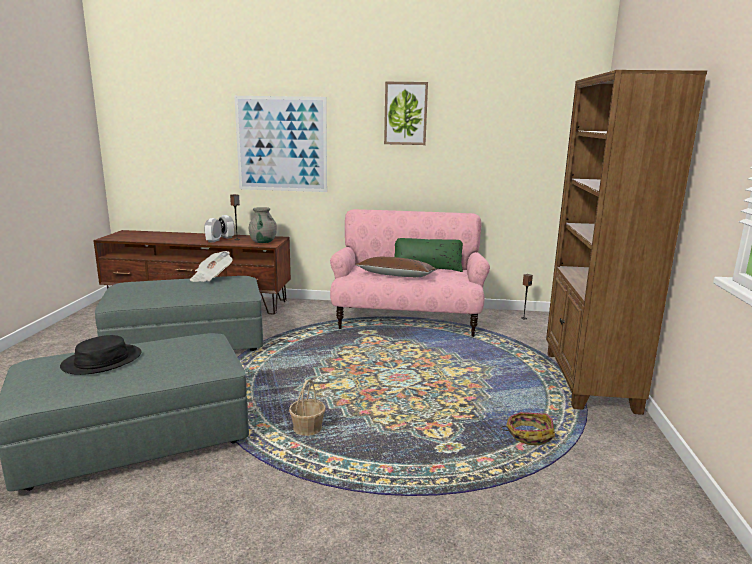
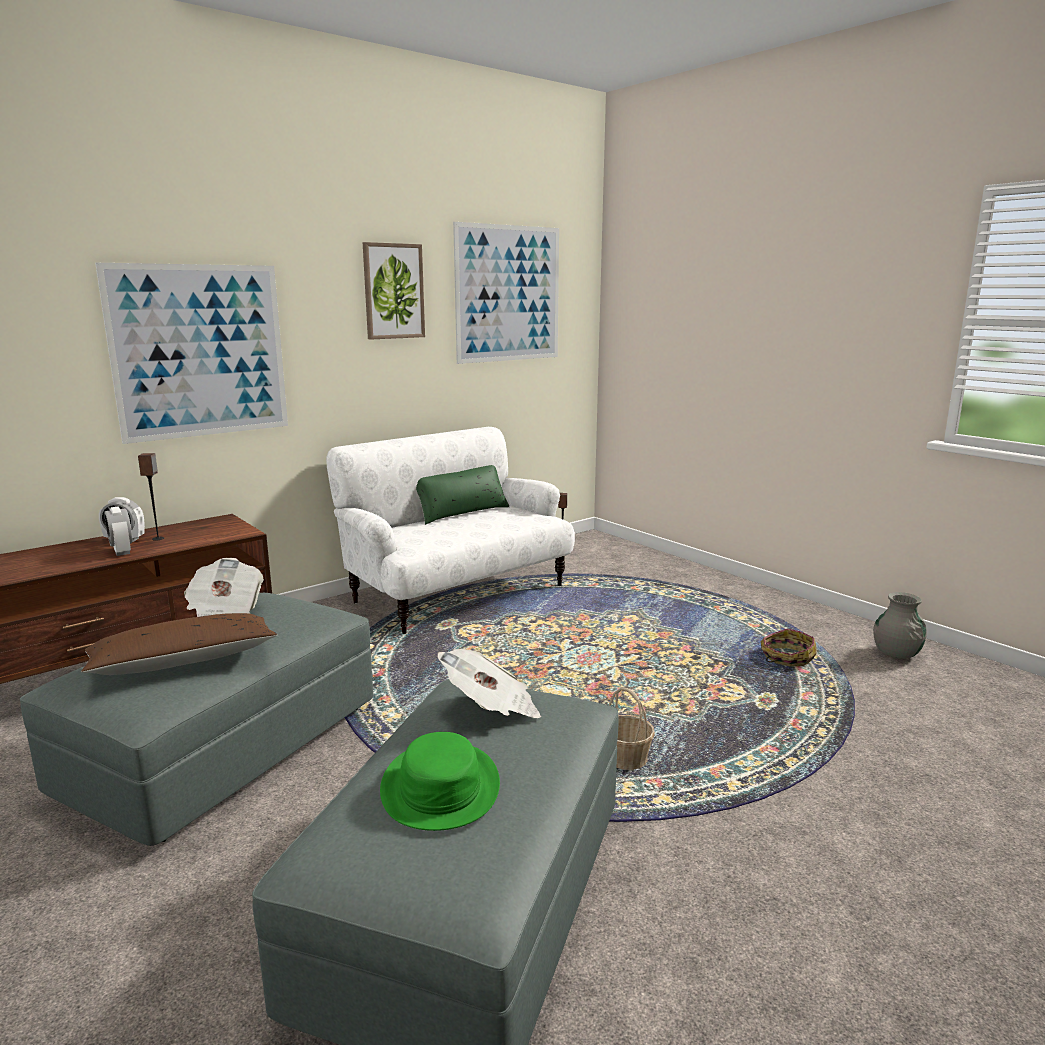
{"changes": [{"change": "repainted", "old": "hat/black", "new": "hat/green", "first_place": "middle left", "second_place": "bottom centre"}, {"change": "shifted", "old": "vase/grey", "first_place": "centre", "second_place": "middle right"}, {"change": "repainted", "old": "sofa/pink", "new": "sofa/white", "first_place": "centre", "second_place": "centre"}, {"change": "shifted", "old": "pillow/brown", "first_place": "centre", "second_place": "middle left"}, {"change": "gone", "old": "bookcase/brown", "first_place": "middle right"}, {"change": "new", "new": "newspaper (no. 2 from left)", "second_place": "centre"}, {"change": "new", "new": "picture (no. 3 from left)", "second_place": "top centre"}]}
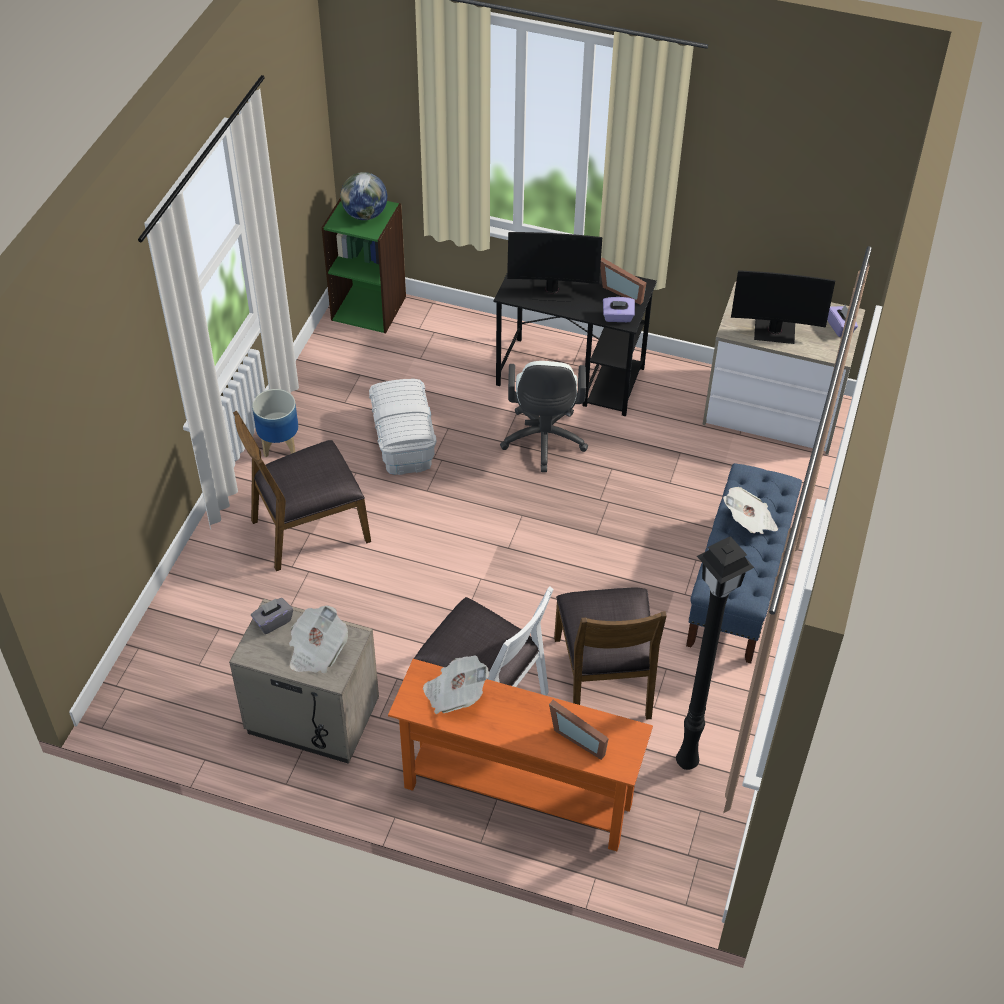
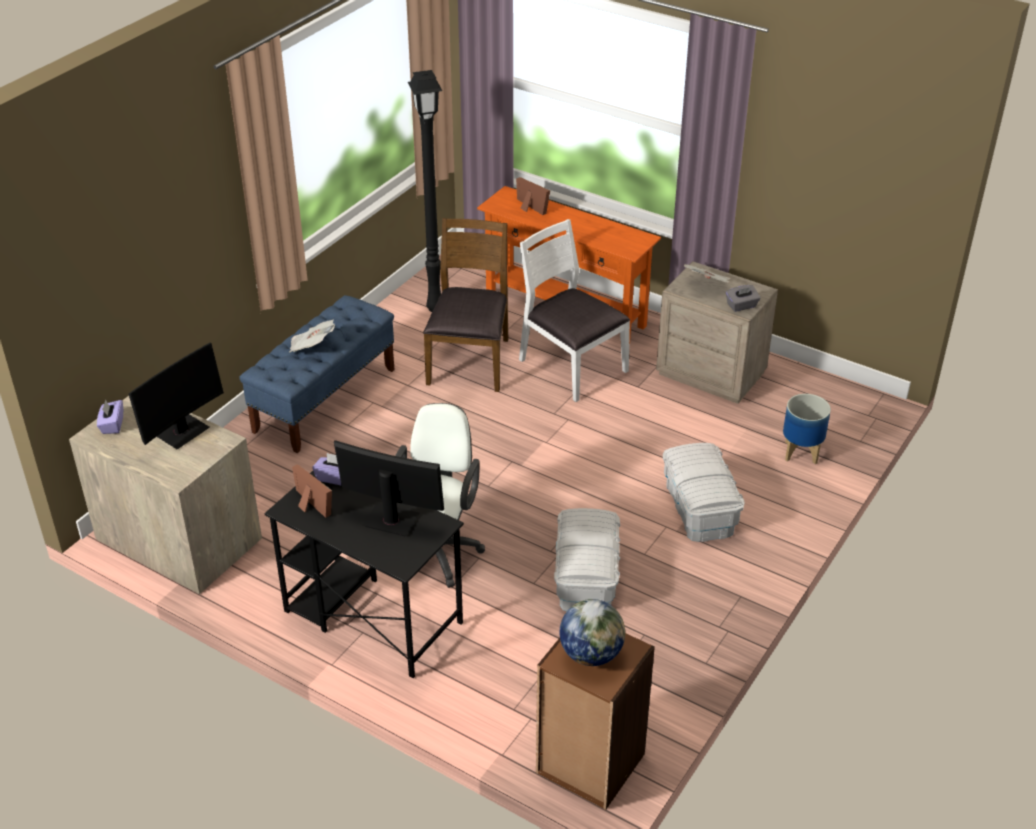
{"changes": [{"change": "swapped", "old": "chair/brown (no. 1 from left)", "new": "storage box/white (no. 2 from left)", "first_place": "middle left", "second_place": "middle right"}, {"change": "shifted", "old": "planter", "first_place": "middle left", "second_place": "middle right"}, {"change": "repainted", "old": "bookcase/green", "new": "bookcase/brown", "first_place": "top centre", "second_place": "bottom centre"}, {"change": "gone", "old": "newspaper (no. 2 from left)", "first_place": "bottom centre"}, {"change": "rotated", "old": "monitor (no. 2 from left in the first image)", "first_place": "top right", "second_place": "middle left", "degrees": 105}]}
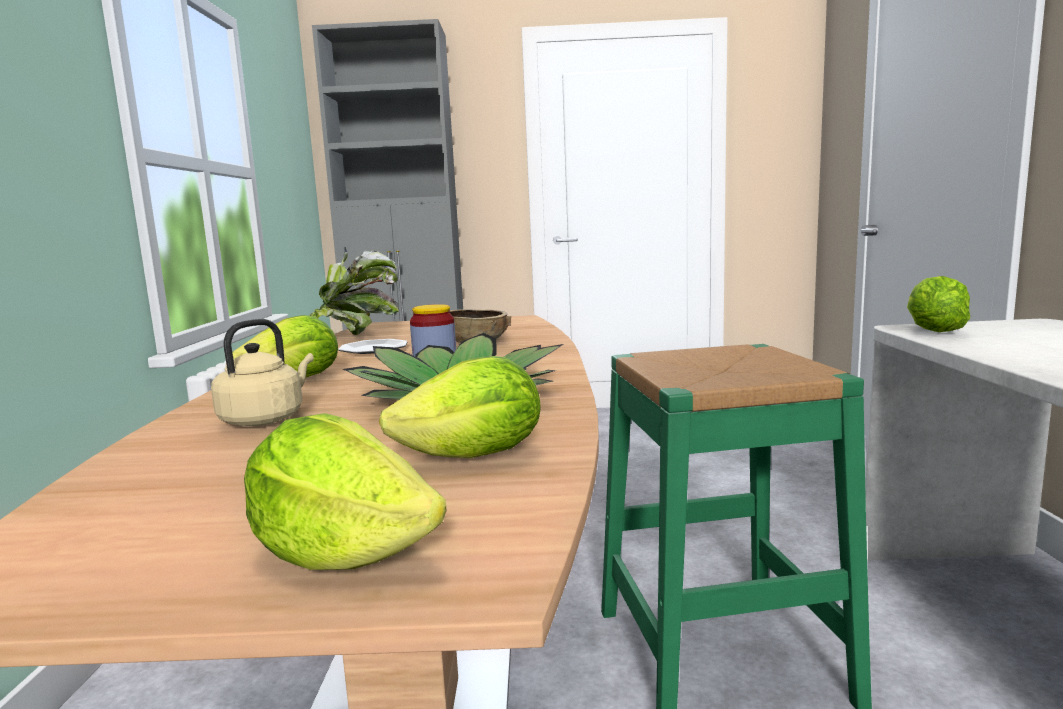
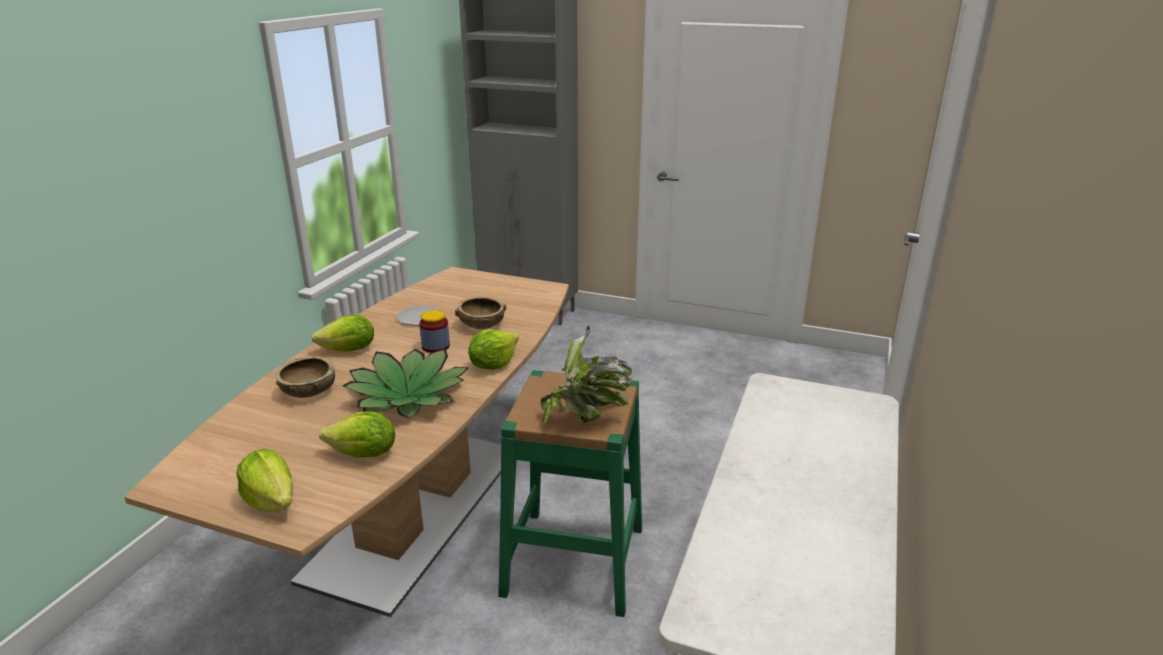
{"changes": [{"change": "swapped", "old": "kettle/beige", "new": "bowl/brown (no. 1 from left)", "first_place": "middle left", "second_place": "middle left"}, {"change": "shifted", "old": "potted plant (no. 1 from left in the first image)", "new": "potted plant (no. 2 from left)", "first_place": "middle left", "second_place": "centre"}, {"change": "shifted", "old": "lettuce (no. 4 from left)", "first_place": "middle right", "second_place": "centre"}]}
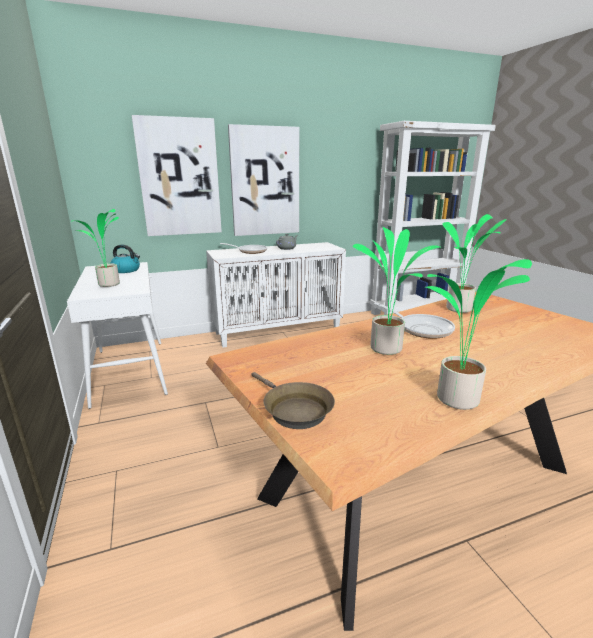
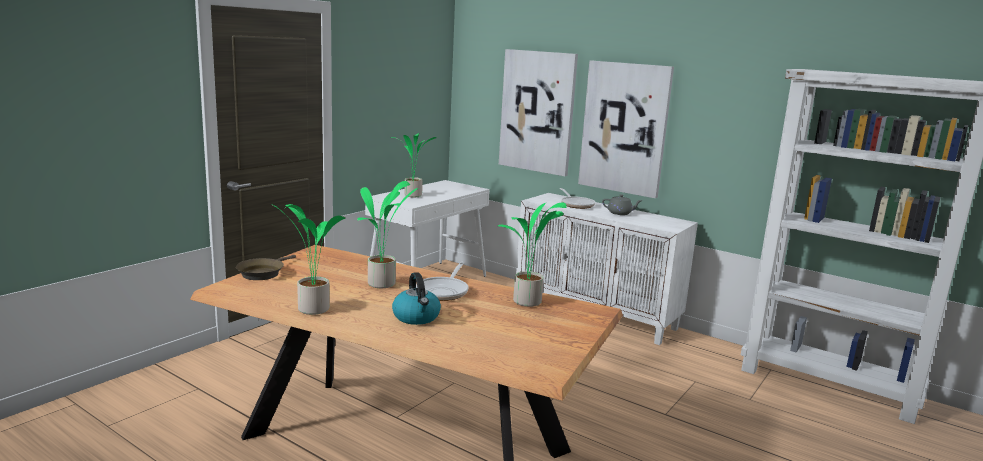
{"changes": [{"change": "shifted", "old": "kettle", "first_place": "middle left", "second_place": "centre"}]}
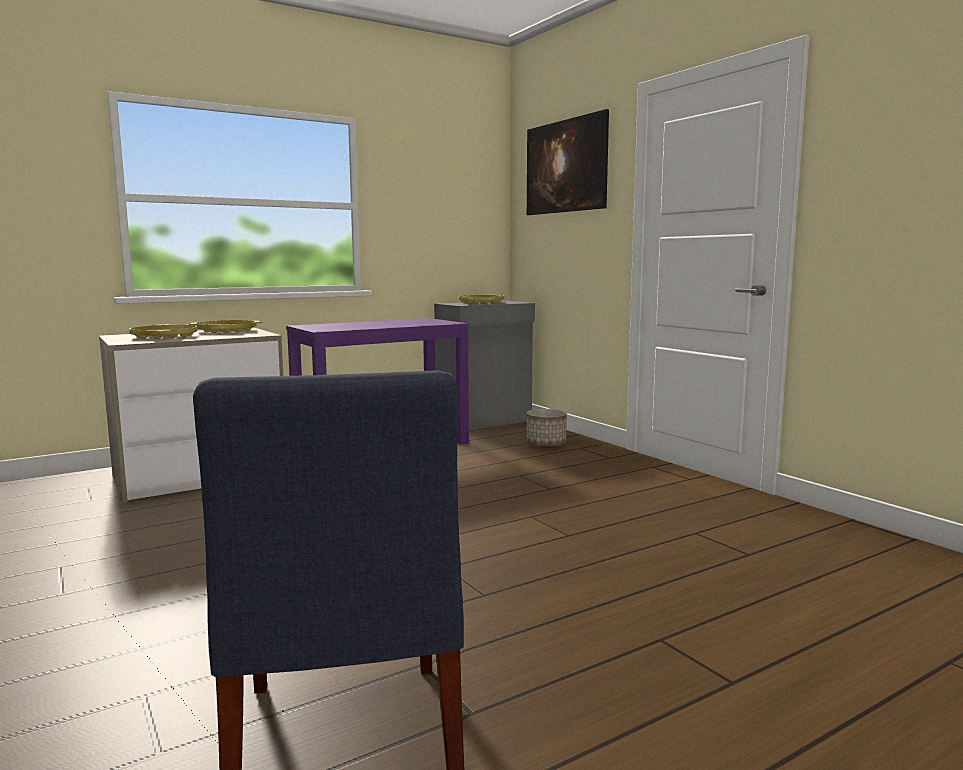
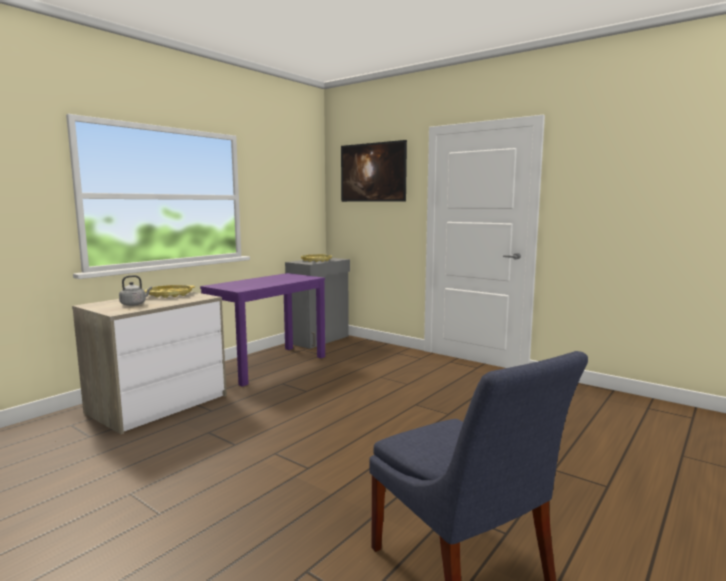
{"changes": [{"change": "swapped", "old": "tray/yellow (no. 1 from left)", "new": "kettle/grey", "first_place": "middle left", "second_place": "middle left"}, {"change": "gone", "old": "planter", "first_place": "centre"}]}
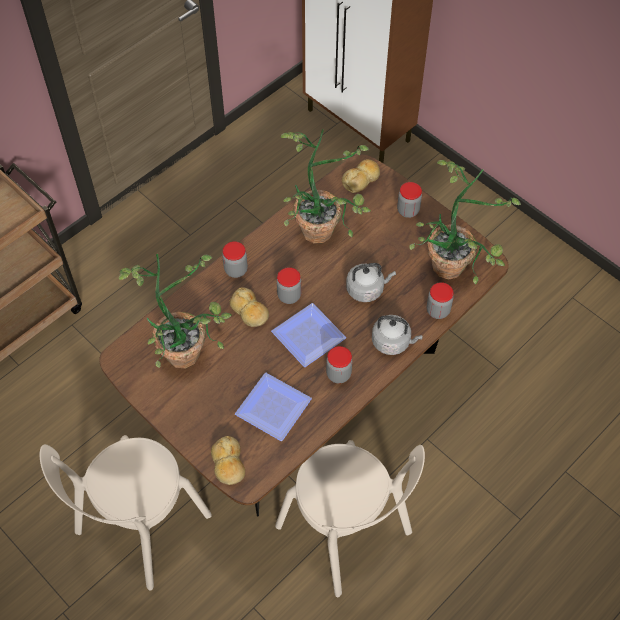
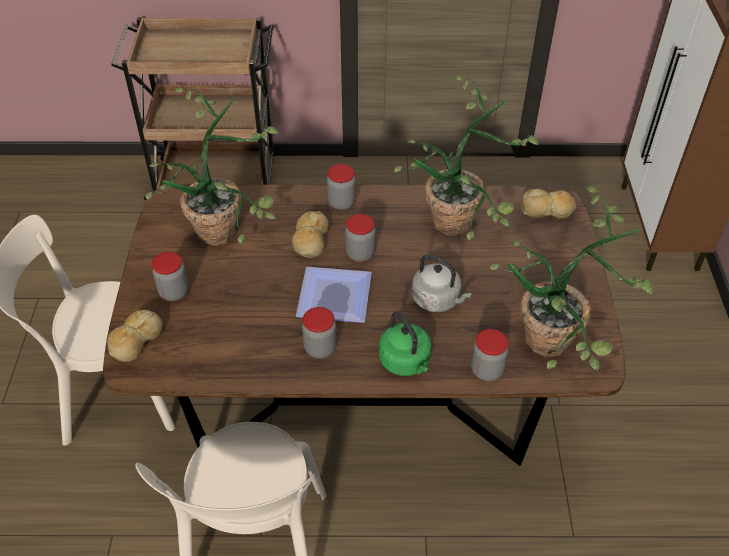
{"changes": [{"change": "gone", "old": "plate (no. 1 from left)", "first_place": "centre"}, {"change": "repainted", "old": "kettle/grey (no. 2 from left)", "new": "kettle/green", "first_place": "centre", "second_place": "centre"}, {"change": "shifted", "old": "jar (no. 4 from left in the first image)", "new": "jar (no. 1 from left)", "first_place": "top centre", "second_place": "middle left"}]}
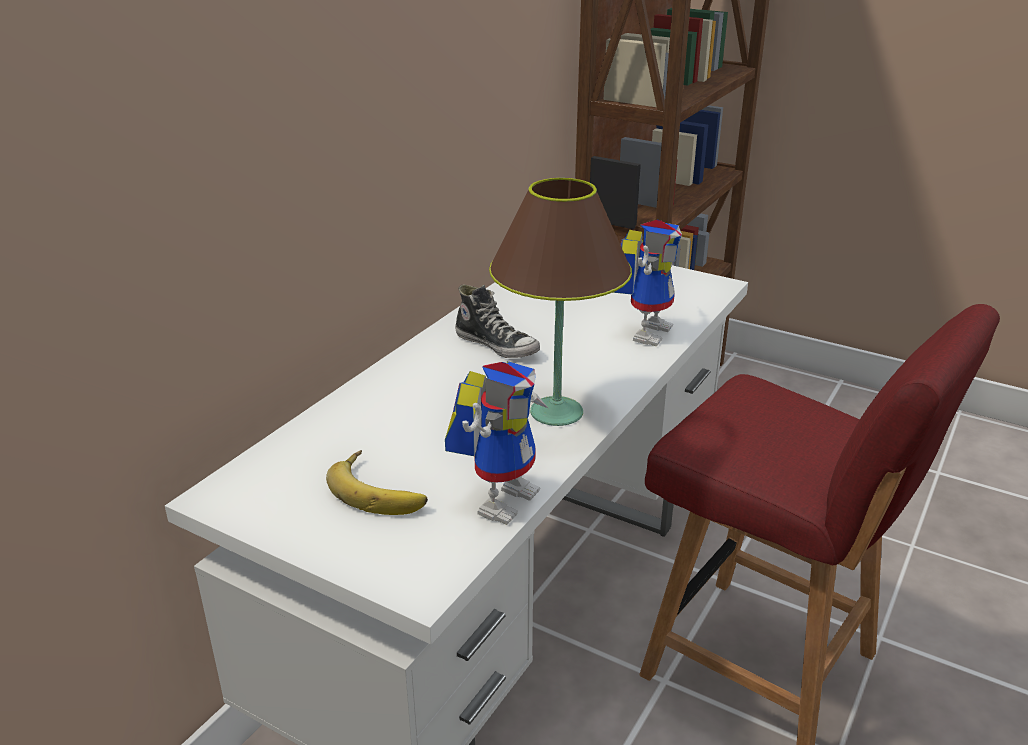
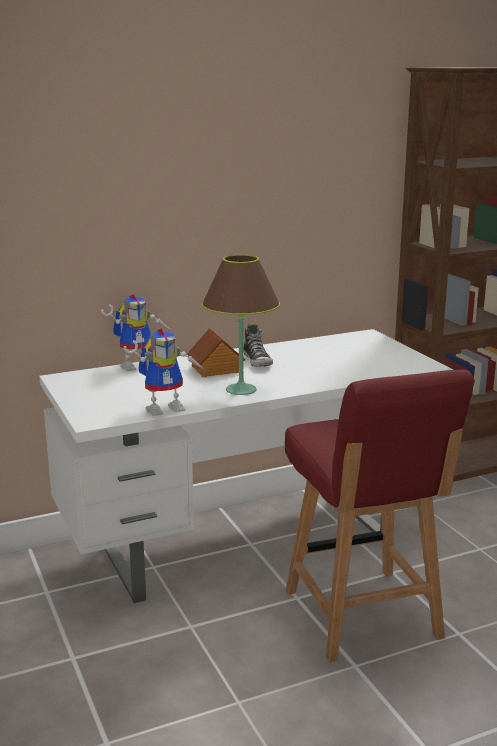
{"changes": [{"change": "gone", "old": "banana", "first_place": "centre"}, {"change": "shifted", "old": "toy robot (no. 2 from left in the first image)", "new": "toy robot (no. 1 from left)", "first_place": "centre", "second_place": "middle left"}, {"change": "new", "new": "toy house", "second_place": "centre"}]}
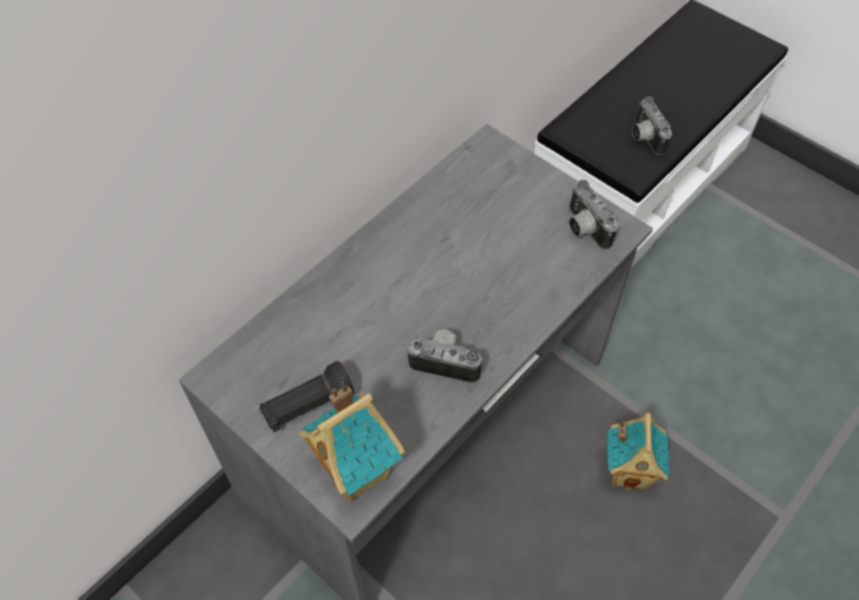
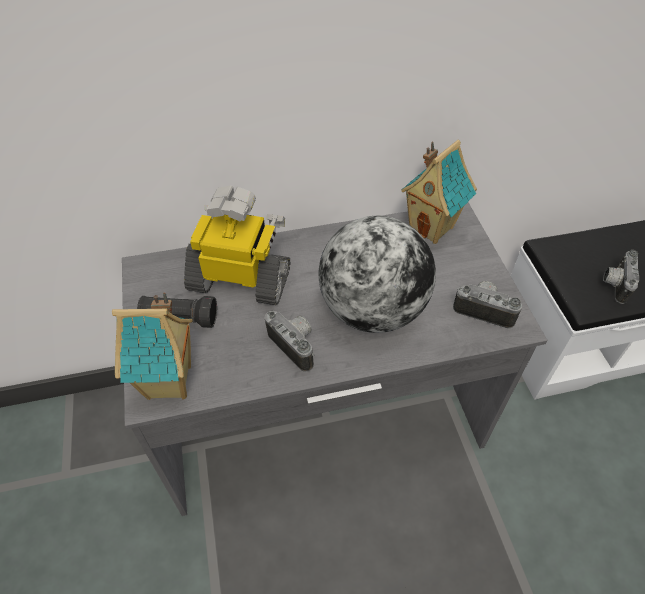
{"changes": [{"change": "rotated", "old": "photo camera (no. 2 from left)", "first_place": "middle right", "second_place": "middle right", "degrees": 105}, {"change": "shifted", "old": "toy house (no. 2 from left)", "first_place": "bottom right", "second_place": "top right"}, {"change": "new", "new": "toy robot", "second_place": "centre"}, {"change": "new", "new": "globe", "second_place": "centre"}]}
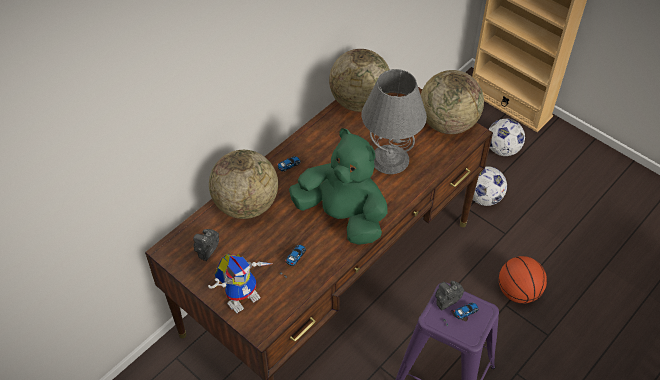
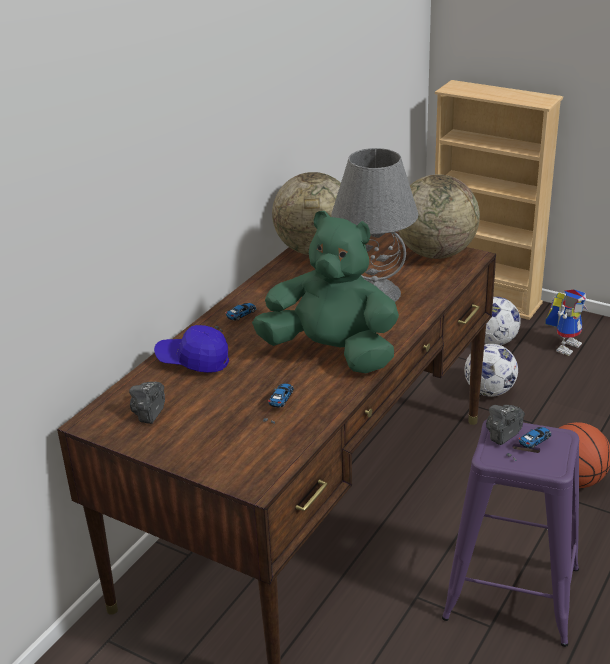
{"changes": [{"change": "shifted", "old": "toy robot", "first_place": "bottom centre", "second_place": "middle right"}, {"change": "swapped", "old": "globe (no. 1 from left)", "new": "cap/blue", "first_place": "centre", "second_place": "middle left"}]}
